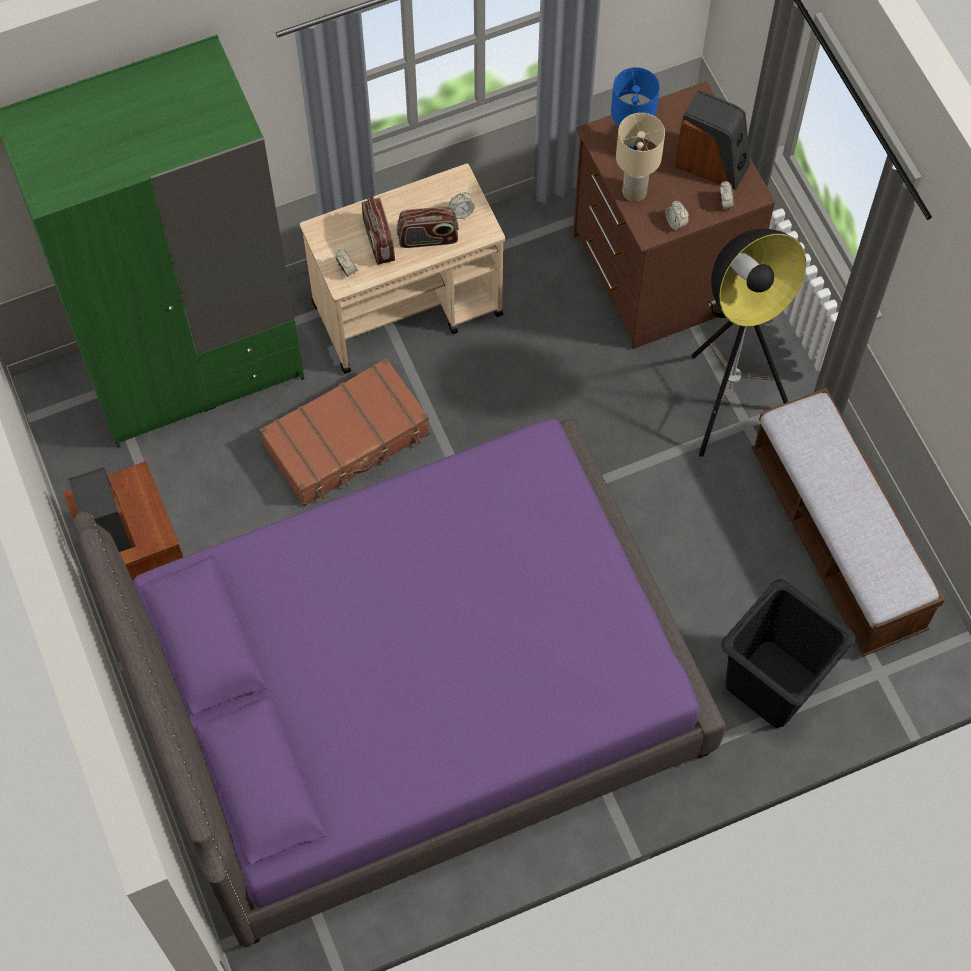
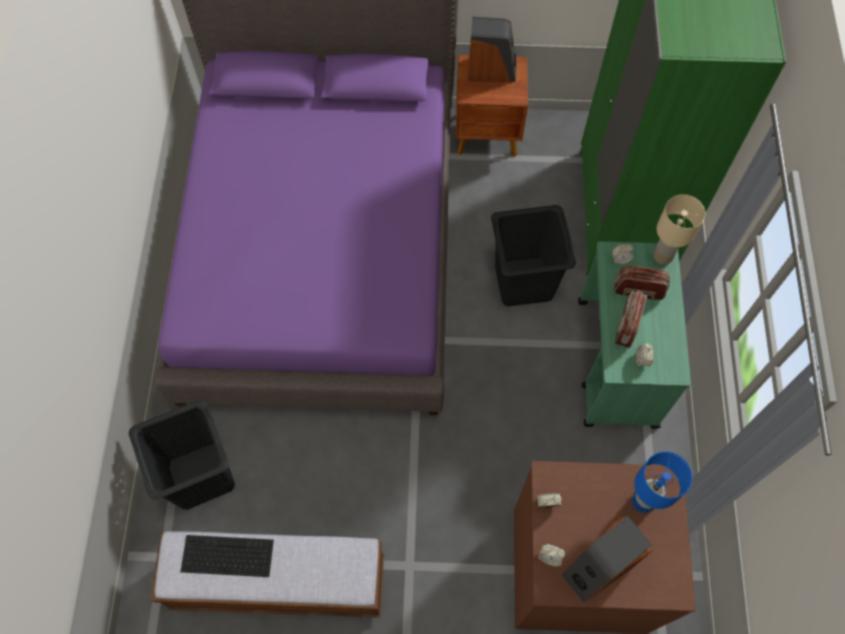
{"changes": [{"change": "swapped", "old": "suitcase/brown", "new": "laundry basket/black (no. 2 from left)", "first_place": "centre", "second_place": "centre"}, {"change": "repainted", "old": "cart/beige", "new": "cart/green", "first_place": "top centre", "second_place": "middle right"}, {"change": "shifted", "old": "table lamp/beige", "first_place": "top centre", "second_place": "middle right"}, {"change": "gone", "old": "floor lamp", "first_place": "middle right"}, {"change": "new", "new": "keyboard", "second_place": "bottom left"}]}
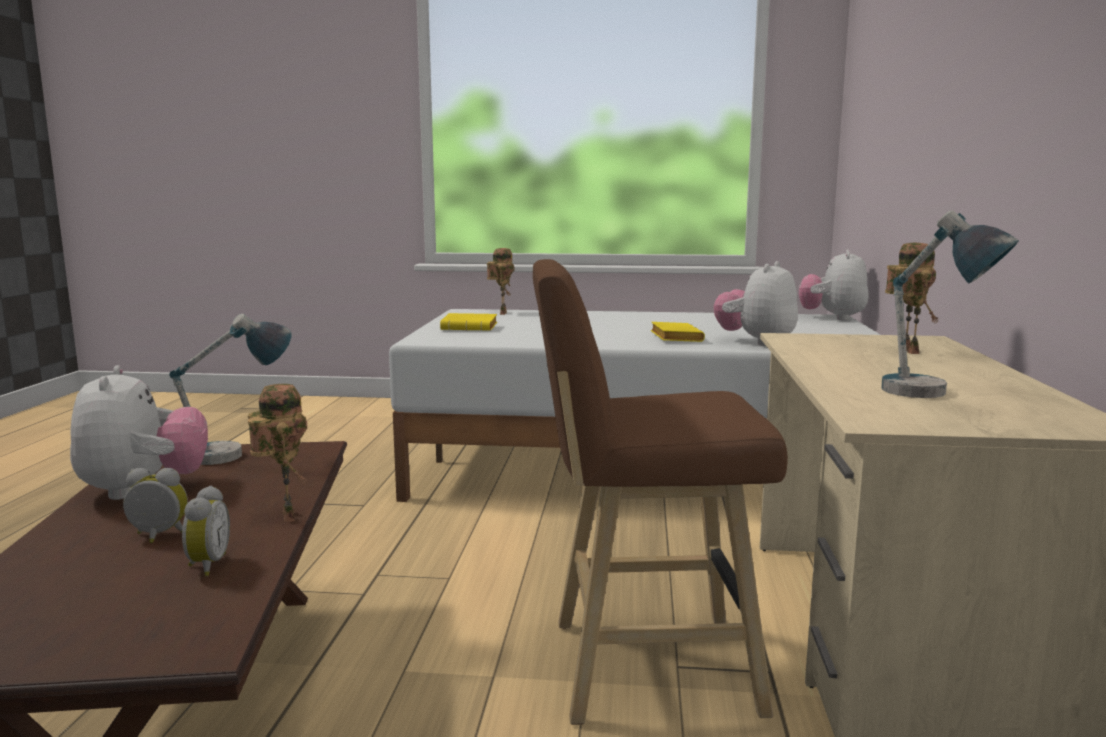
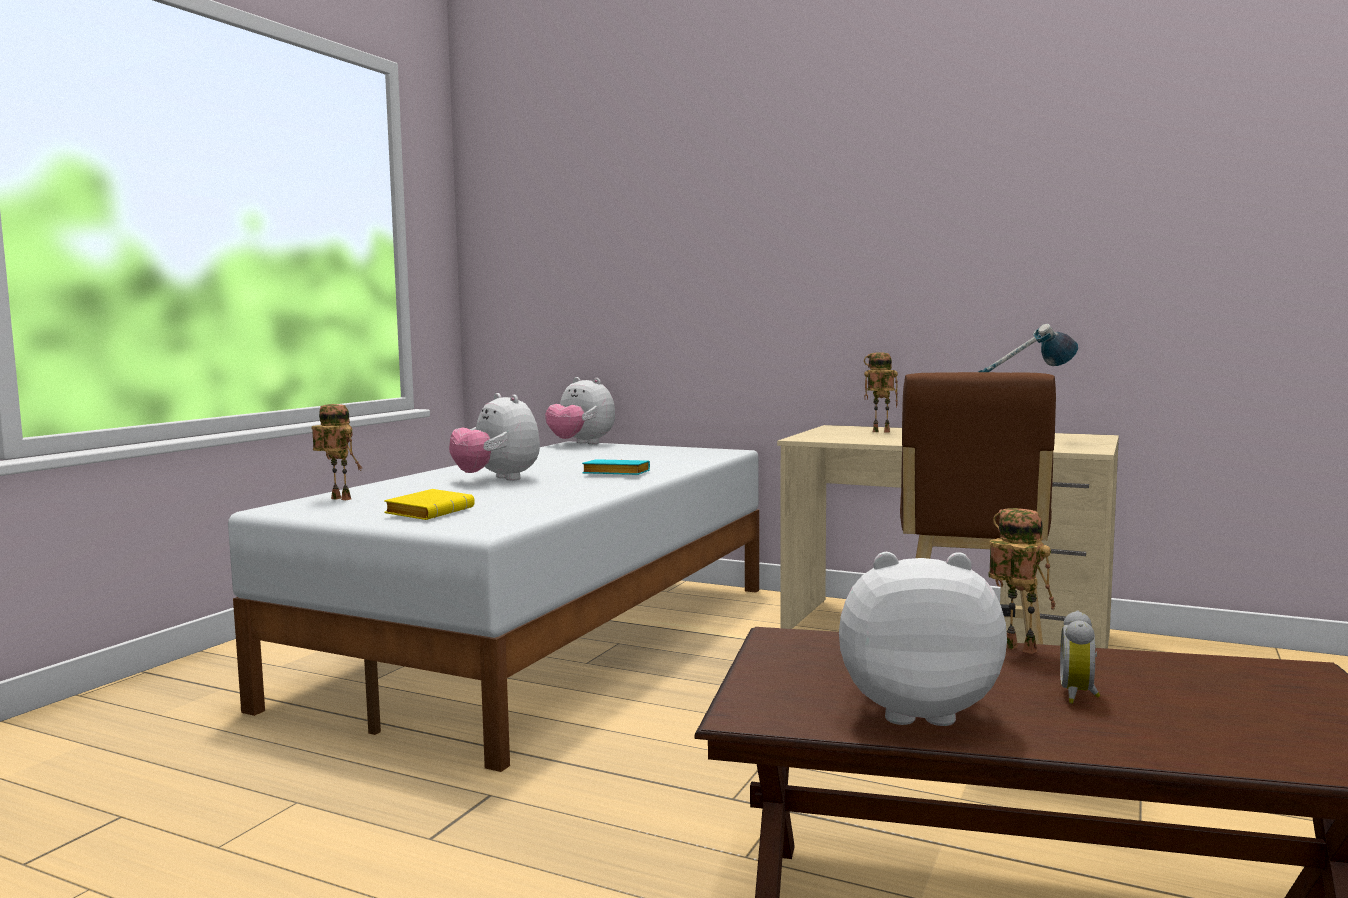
{"changes": [{"change": "gone", "old": "table lamp (no. 1 from left)", "first_place": "middle left"}, {"change": "gone", "old": "alarm clock (no. 2 from left)", "first_place": "bottom left"}, {"change": "rotated", "old": "toy robot (no. 1 from left in the first image)", "first_place": "middle left", "second_place": "middle right", "degrees": 45}, {"change": "repainted", "old": "book/yellow (no. 2 from left)", "new": "book/turquoise", "first_place": "centre", "second_place": "centre"}, {"change": "shifted", "old": "plush toy (no. 2 from left in the first image)", "new": "plush toy (no. 1 from left)", "first_place": "middle right", "second_place": "centre"}]}
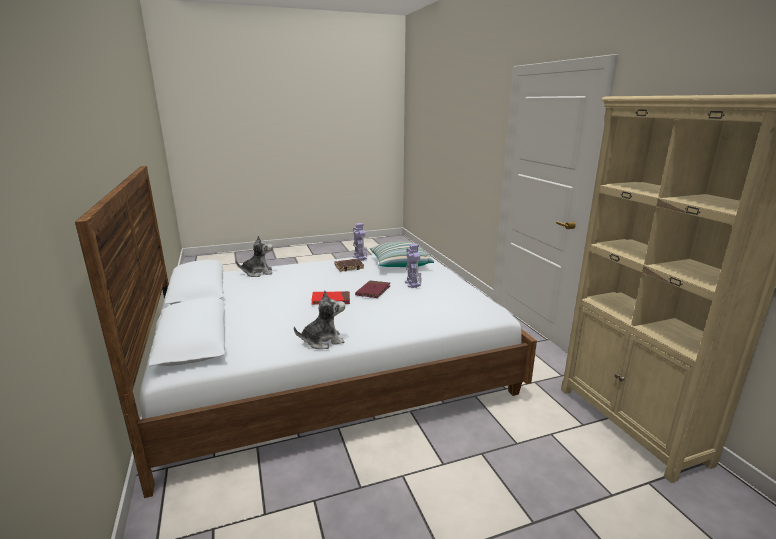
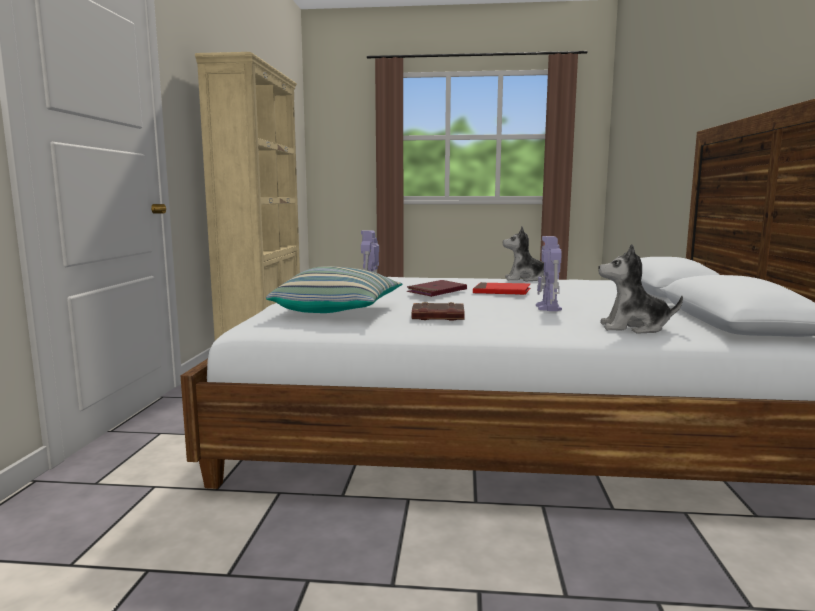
{"changes": [{"change": "shifted", "old": "toy robot (no. 1 from left in the first image)", "new": "toy robot (no. 2 from left)", "first_place": "centre", "second_place": "middle right"}]}
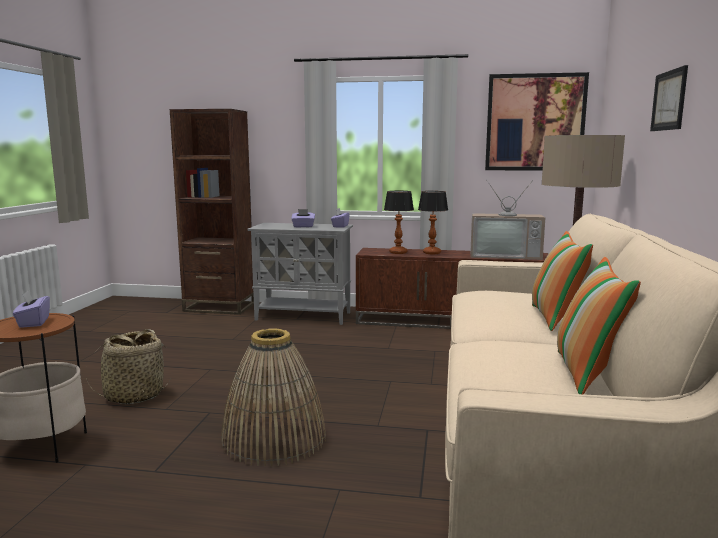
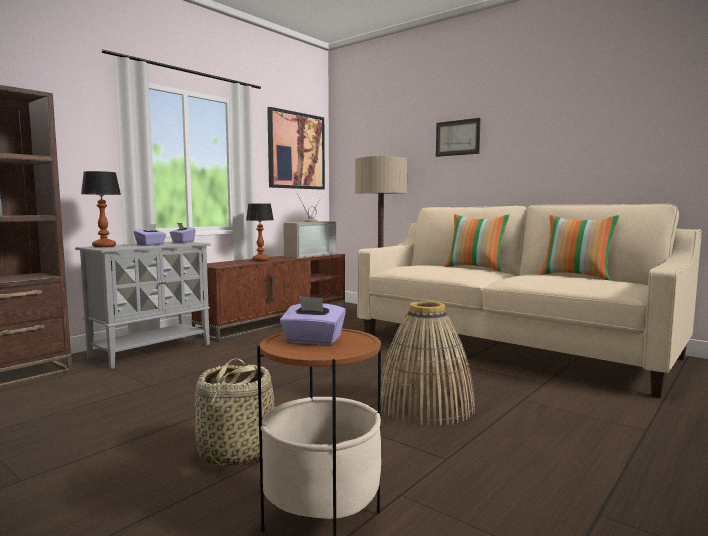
{"changes": [{"change": "shifted", "old": "table lamp (no. 1 from left)", "first_place": "centre", "second_place": "middle left"}]}
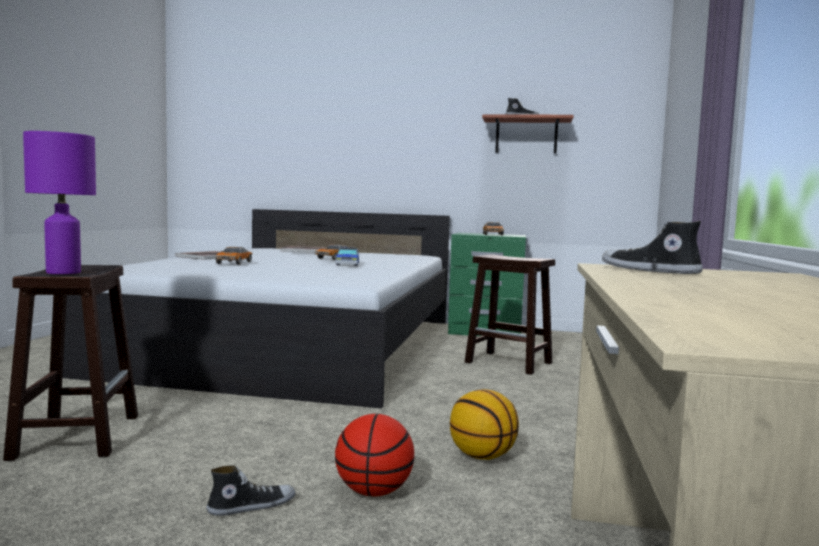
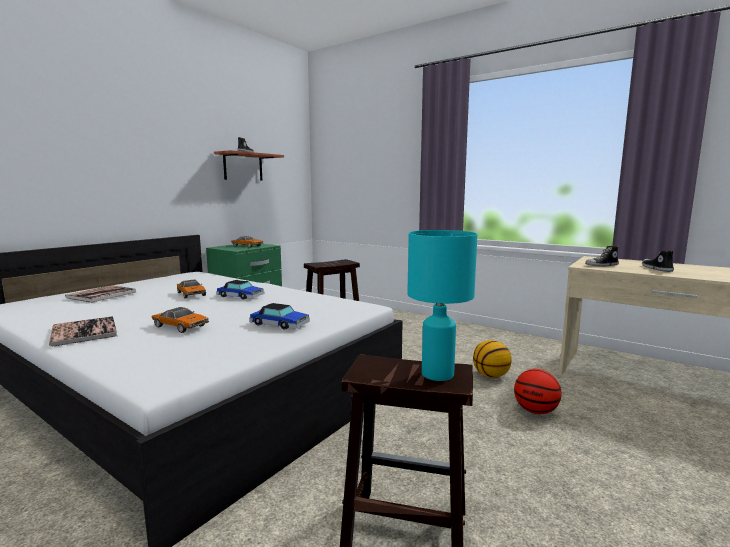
{"changes": [{"change": "repainted", "old": "table lamp/purple", "new": "table lamp/turquoise", "first_place": "middle left", "second_place": "centre"}, {"change": "shifted", "old": "shoe (no. 1 from left in the first image)", "new": "shoe (no. 3 from left)", "first_place": "bottom left", "second_place": "middle right"}, {"change": "new", "new": "toy car (no. 5 from left)", "second_place": "centre"}]}
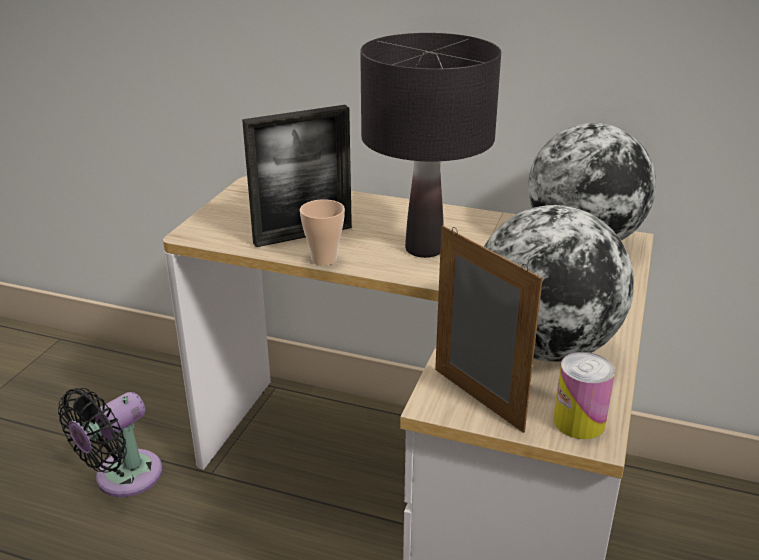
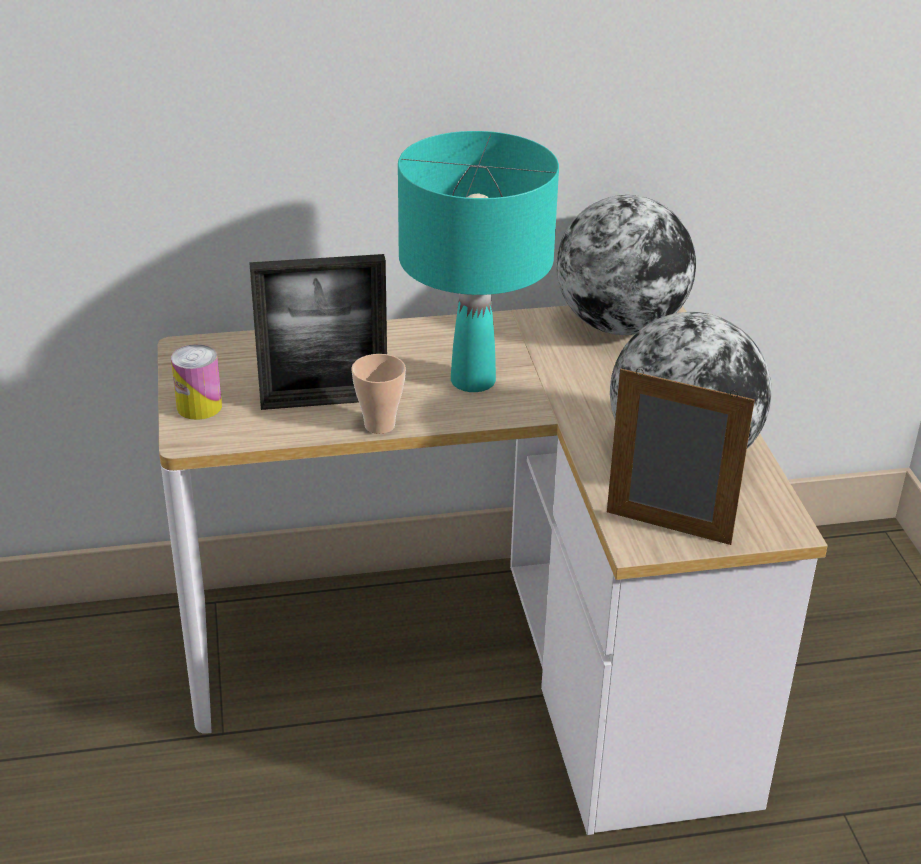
{"changes": [{"change": "gone", "old": "fan/black", "first_place": "bottom left"}, {"change": "rotated", "old": "picture frame (no. 1 from left)", "first_place": "top centre", "second_place": "centre", "degrees": 45}, {"change": "repainted", "old": "table lamp/black", "new": "table lamp/turquoise", "first_place": "top centre", "second_place": "top centre"}, {"change": "shifted", "old": "can", "first_place": "bottom right", "second_place": "middle left"}]}
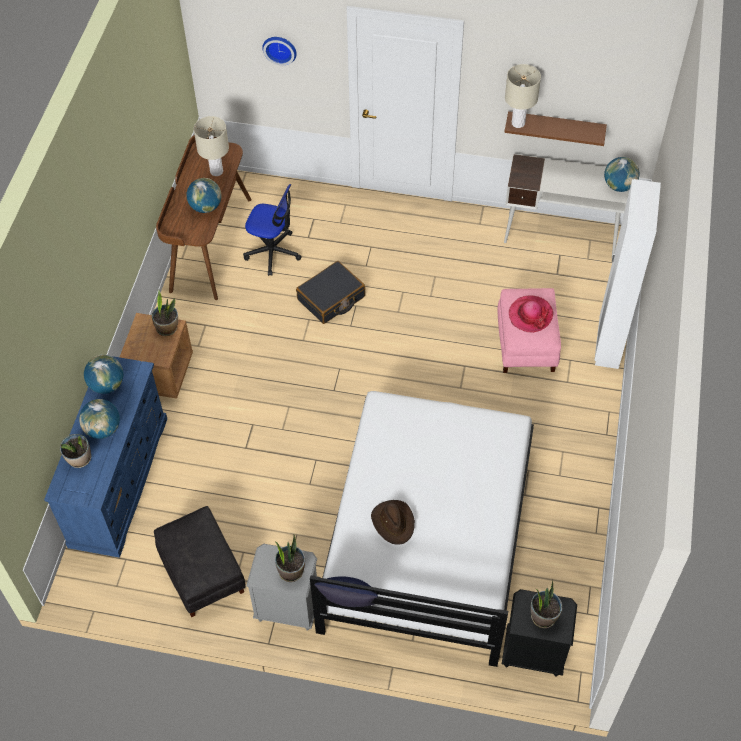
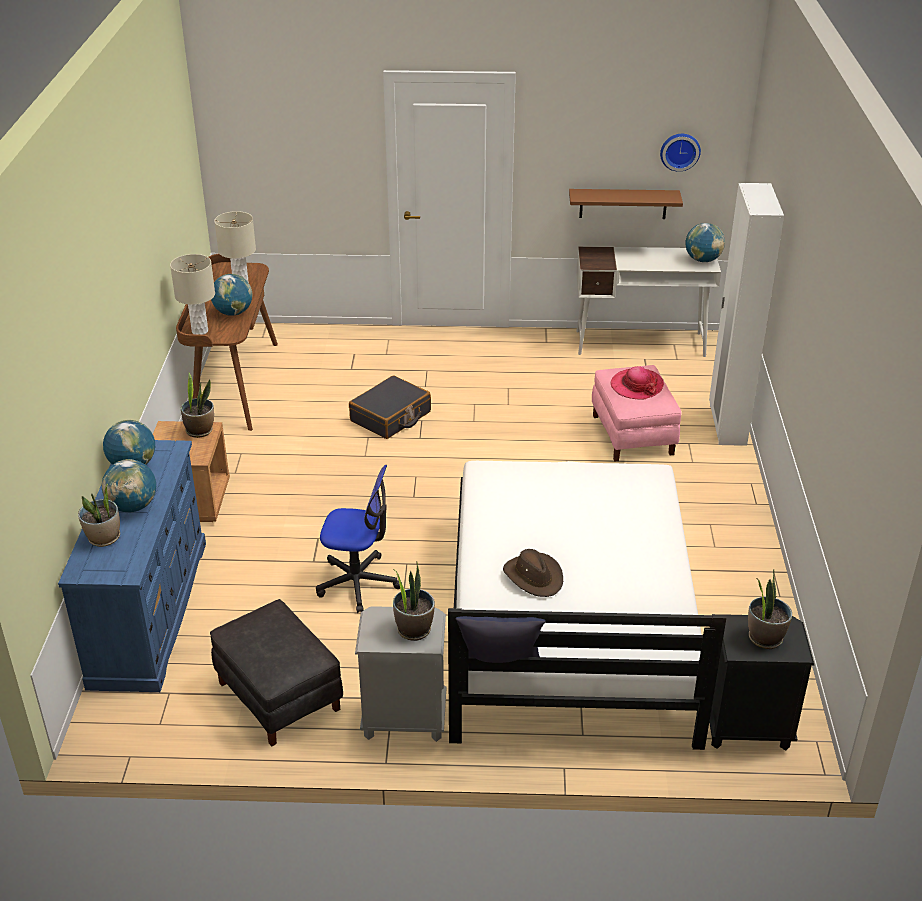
{"changes": [{"change": "shifted", "old": "office chair", "first_place": "top centre", "second_place": "centre"}, {"change": "shifted", "old": "wall clock", "first_place": "top centre", "second_place": "top right"}, {"change": "shifted", "old": "table lamp/beige (no. 2 from left in the first image)", "new": "table lamp/beige (no. 1 from left)", "first_place": "top right", "second_place": "top left"}]}
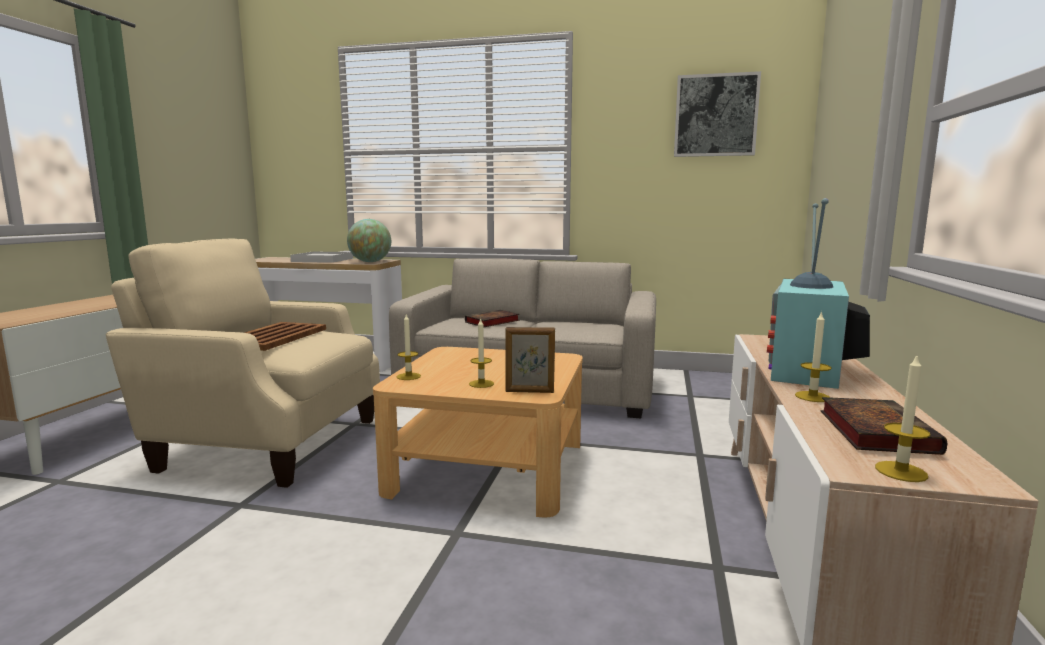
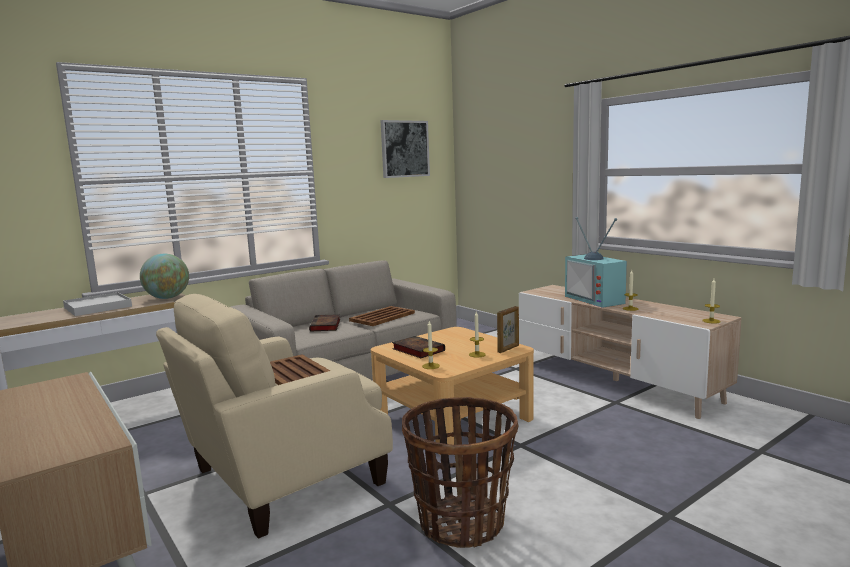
{"changes": [{"change": "shifted", "old": "book (no. 2 from left)", "first_place": "middle right", "second_place": "centre"}, {"change": "new", "new": "tray/brown (no. 2 from left)", "second_place": "centre"}, {"change": "new", "new": "basket", "second_place": "bottom centre"}]}
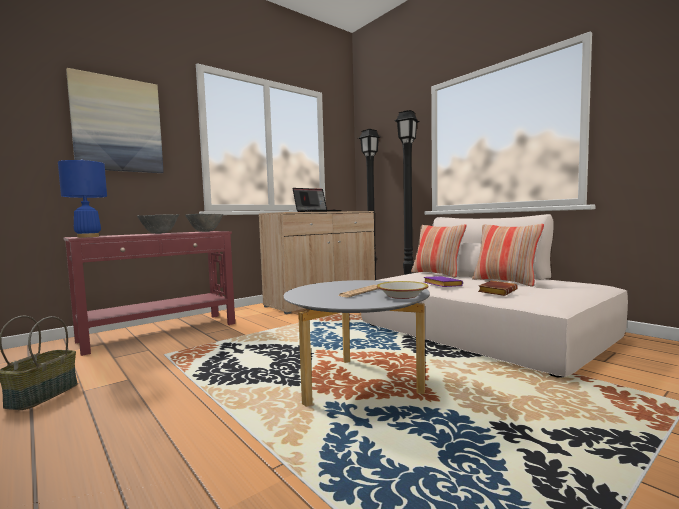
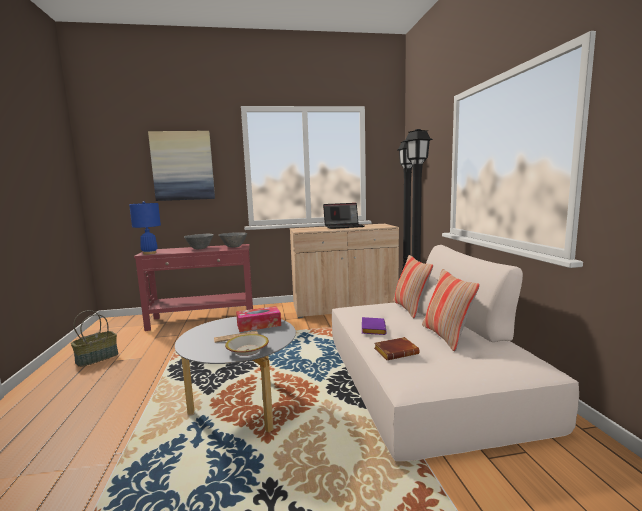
{"changes": [{"change": "new", "new": "tissue box", "second_place": "centre"}]}
